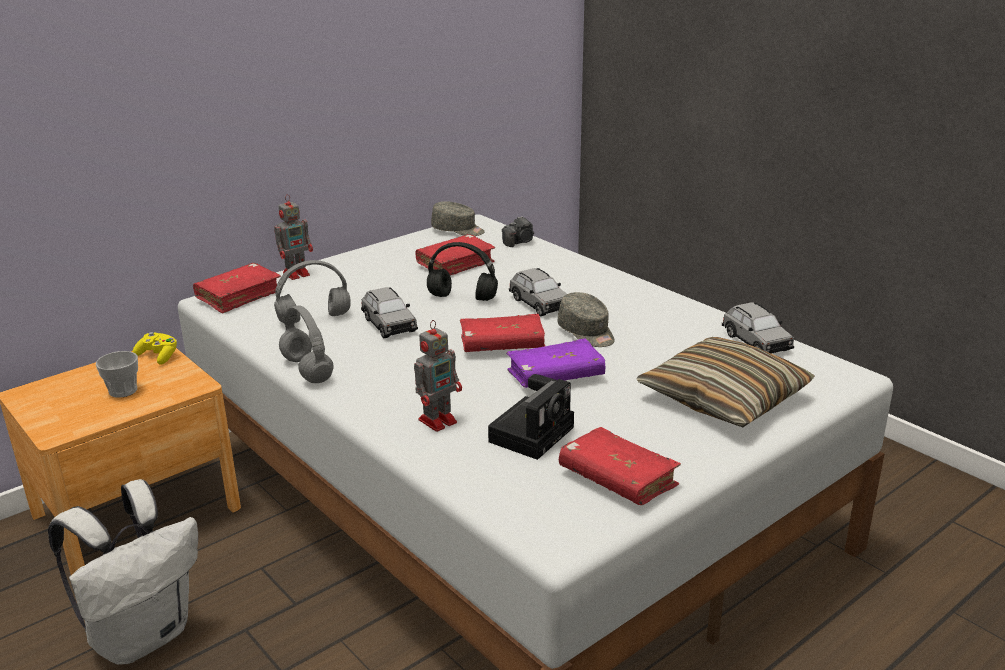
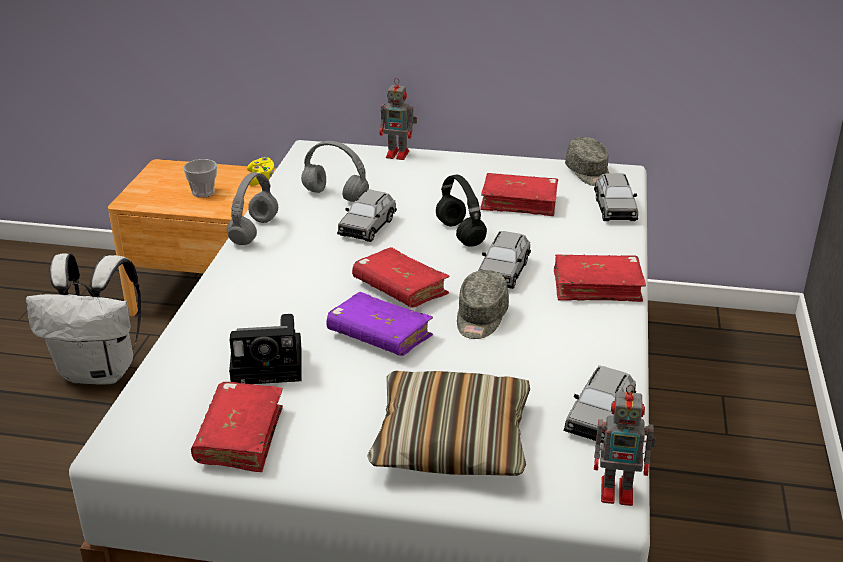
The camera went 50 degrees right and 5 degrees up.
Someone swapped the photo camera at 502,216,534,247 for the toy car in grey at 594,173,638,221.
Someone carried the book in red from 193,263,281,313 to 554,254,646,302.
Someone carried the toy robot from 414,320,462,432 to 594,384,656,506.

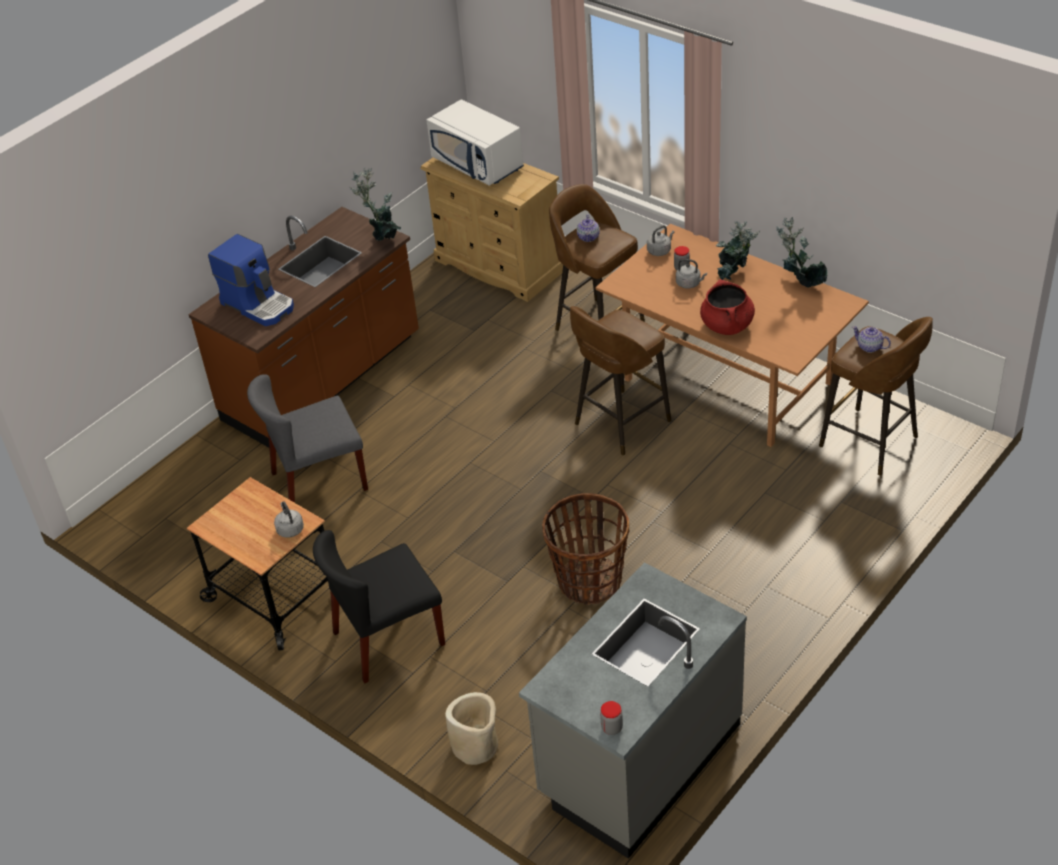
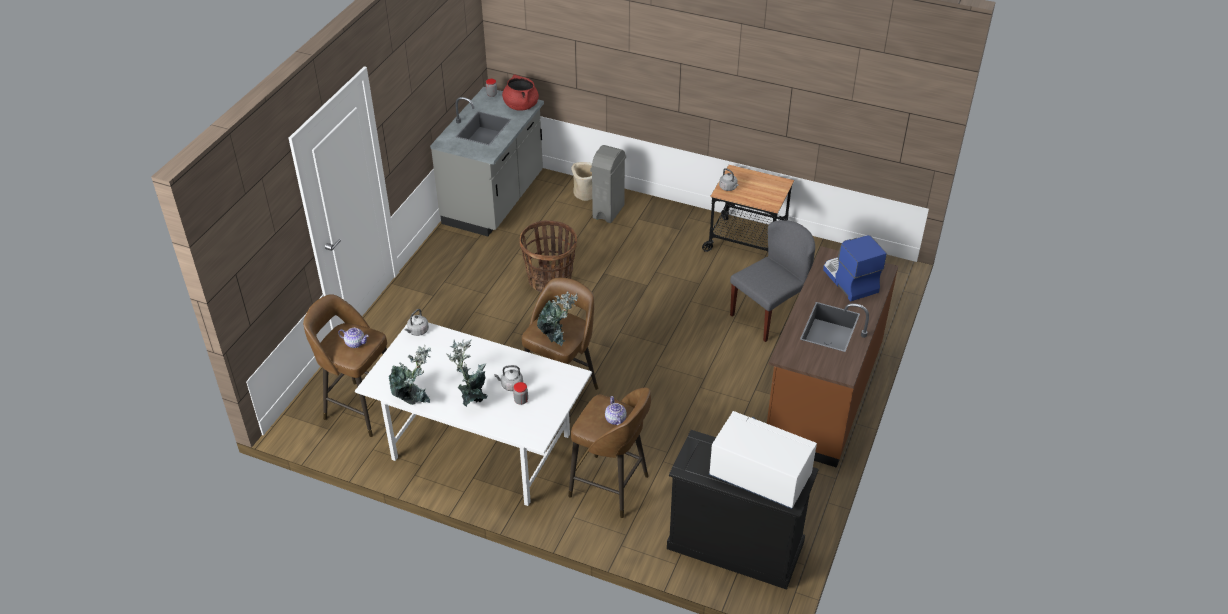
The camera went 160 degrees right and 0 degrees up.
Someone repainted the dresser in beige at 421,157,563,302, which became the dresser in black at 667,430,819,590.
Someone carried the potted plant from 349,168,401,241 to 537,291,578,346.
Someone repainted the dining table in brown at 595,224,869,447, which became the dining table in white at 355,322,592,506.
Someone carried the kettle in grey from 647,225,675,256 to 404,309,429,336.
Someone rotated the coffee machine at 208,234,294,326 by 45 degrees clockwise.
Someone carried the cooking pot in red from 700,279,755,335 to 502,74,539,111.
Someone took away the chair in black at 313,530,445,683.
Someone put down the trash can in grey at 590,145,626,223.

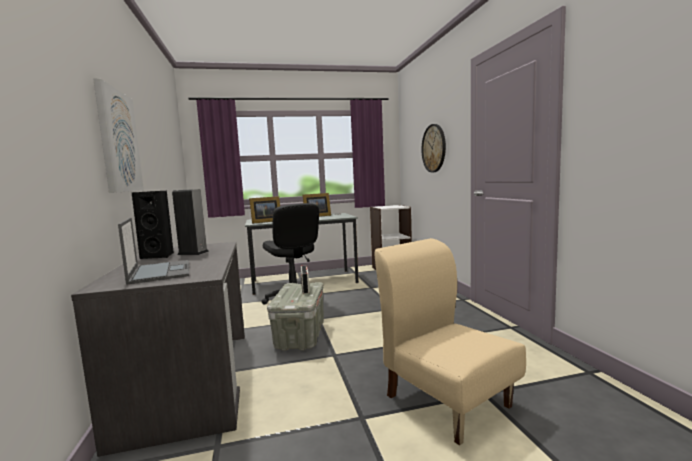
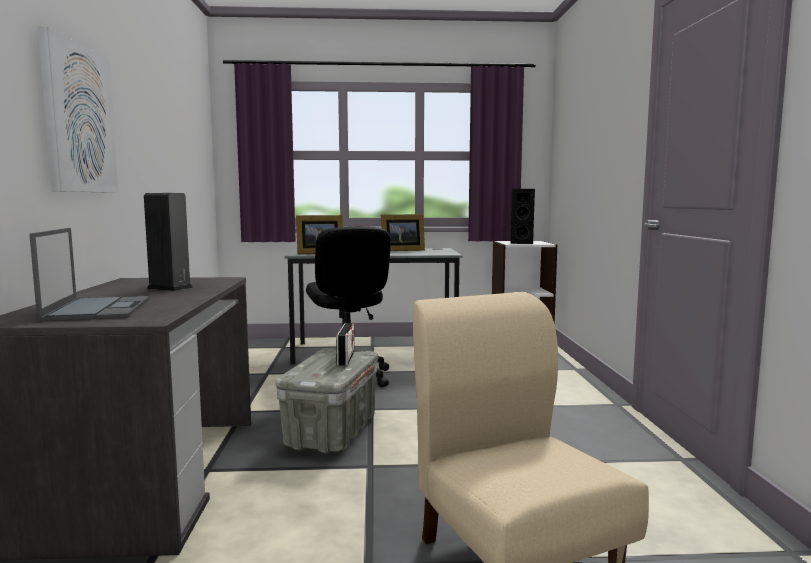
The camera went 10 degrees right and 0 degrees up.
Someone took away the wall clock at 422,124,446,172.
Someone carried the speaker in black from 131,191,174,259 to 510,189,535,244.

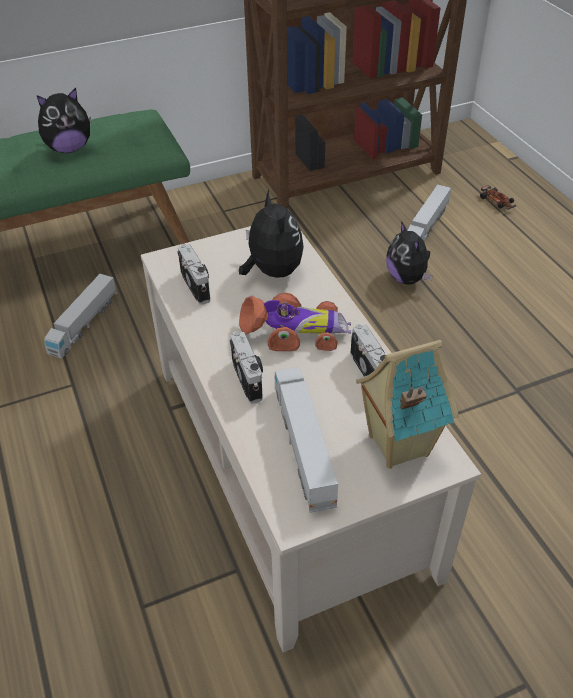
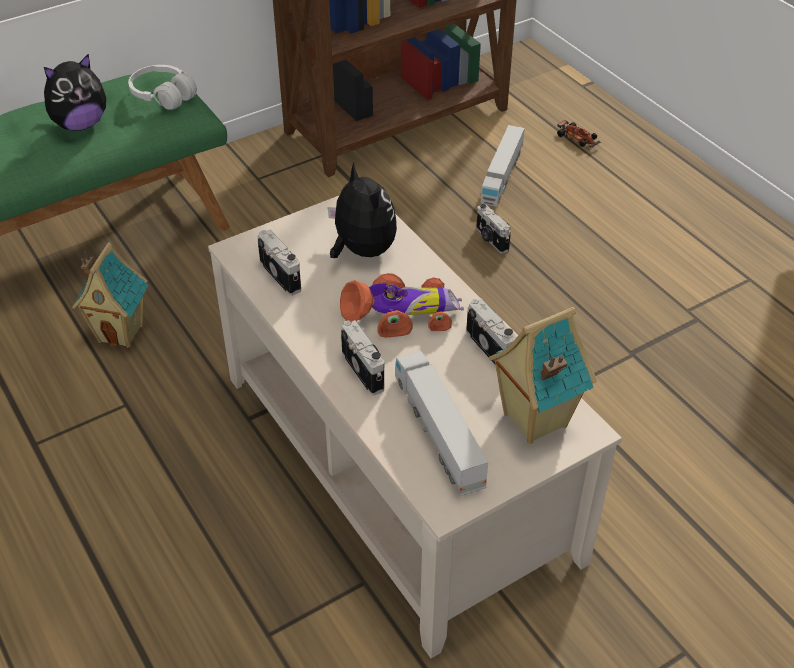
The camera went 10 degrees left and 0 degrees up.
Someone swapped the plush toy at 386,221,433,285 for the photo camera at 476,204,511,254.
Someone swapped the toy truck at 44,274,117,359 for the toy house at 72,242,149,348.
Someone put down the headphones in white at 128,65,197,110.

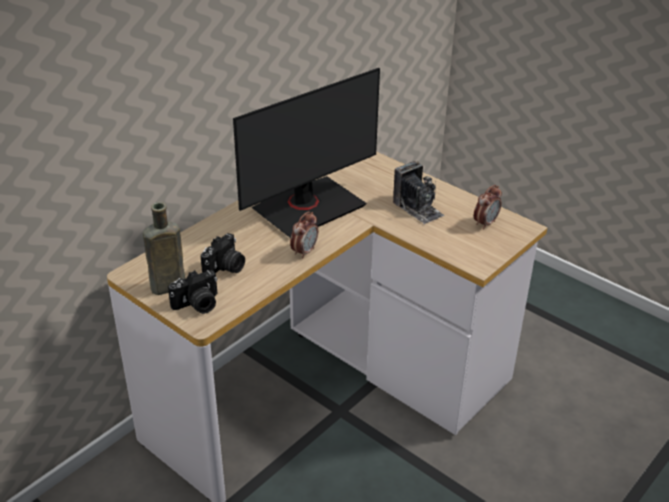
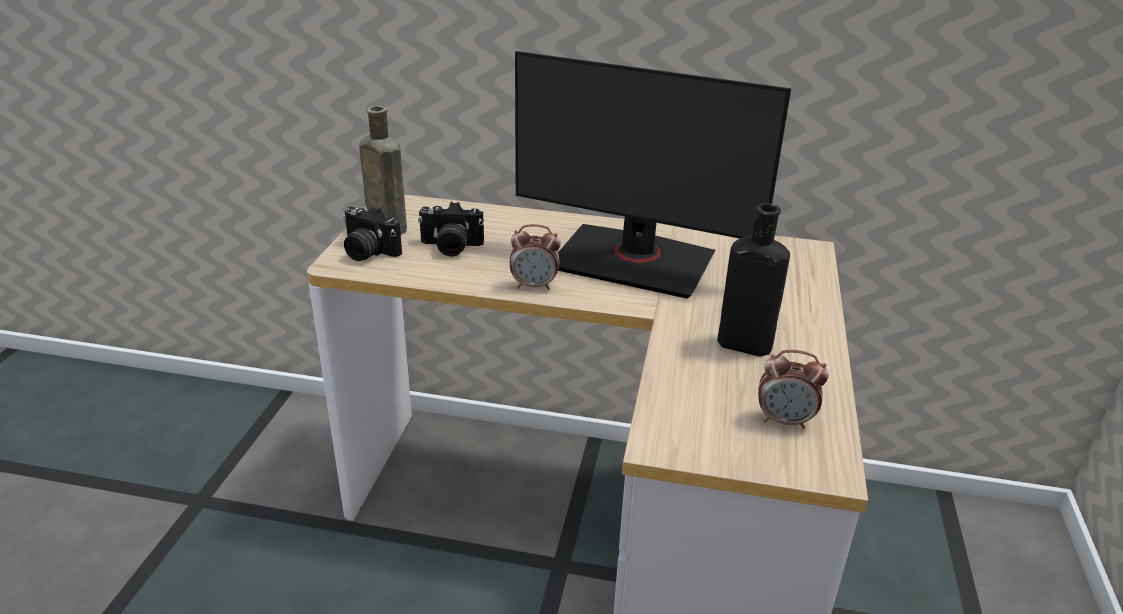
The camera went 60 degrees right and 5 degrees down.
Someone swapped the photo camera at 393,161,444,224 for the bottle in black at 717,203,790,356.

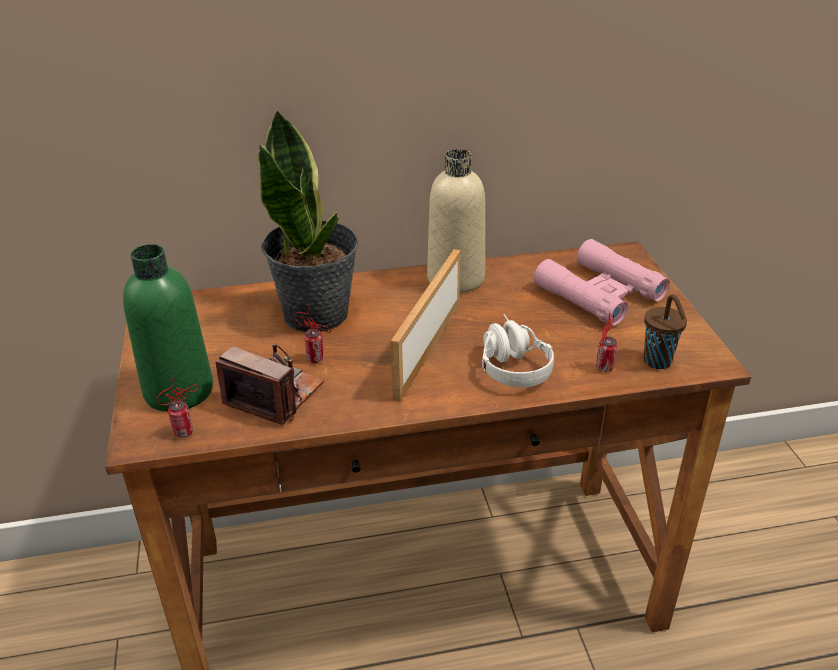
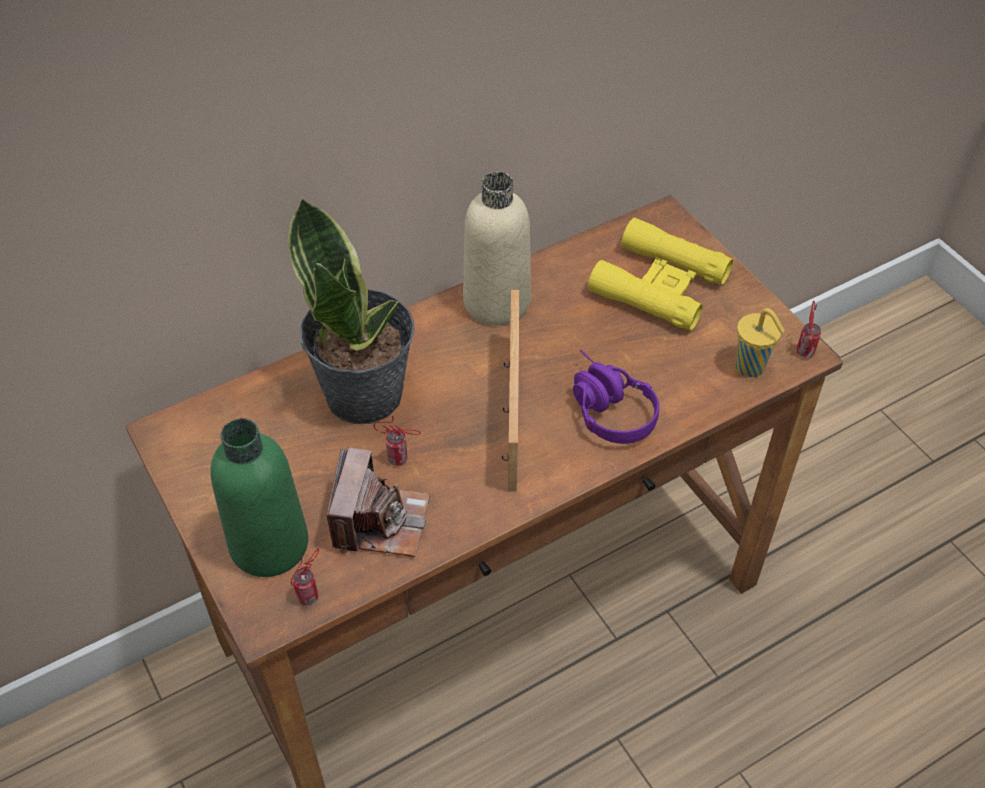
The camera went 20 degrees left and 15 degrees up.
Someone repainted the binoculars in pink at 534,239,670,326, which became the binoculars in yellow at 588,218,733,331.
Someone repainted the cup in brown at 643,294,687,369, which became the cup in yellow at 735,308,785,377.
Someone carried the can from 596,313,617,372 to 797,301,821,358.
Someone repainted the headphones in white at 482,314,554,388, which became the headphones in purple at 573,350,659,444.
Someone rotated the photo camera at 216,344,324,425 by 90 degrees clockwise.

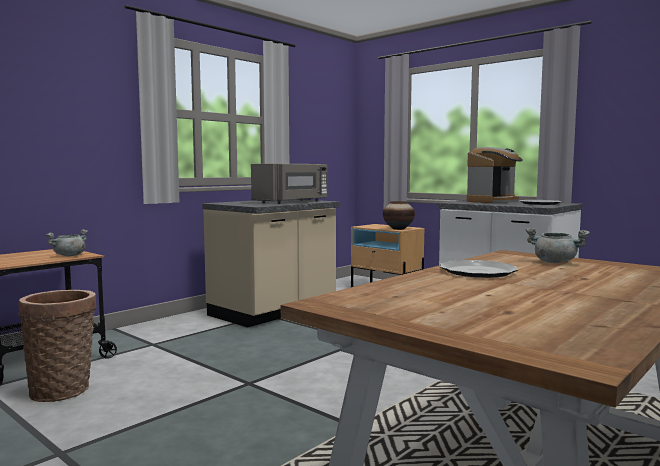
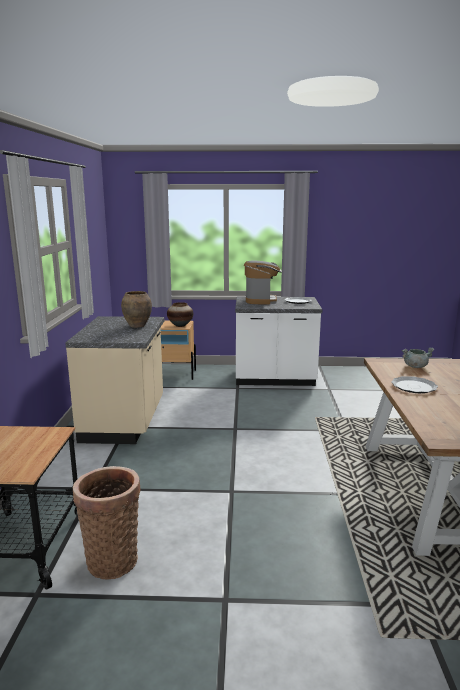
The camera went 40 degrees left and 10 degrees up.
Someone swapped the microwave in grey at 251,164,327,204 for the vase in brown at 121,291,152,328.
Someone took away the cooking pot in grey at 46,229,88,256.

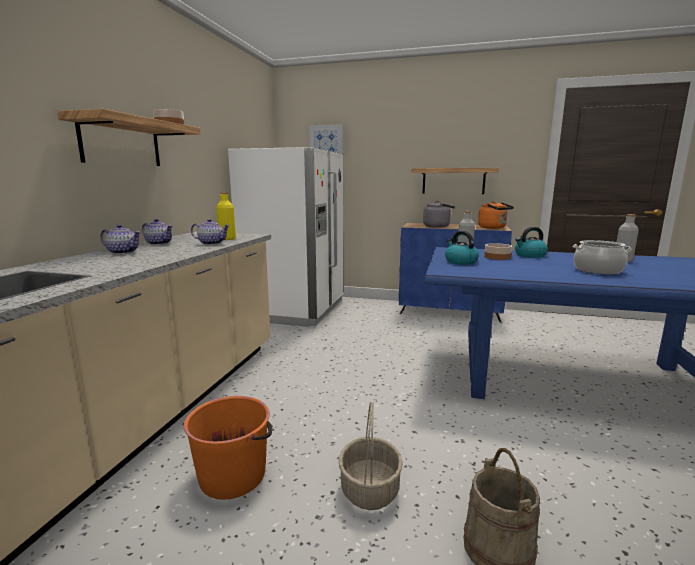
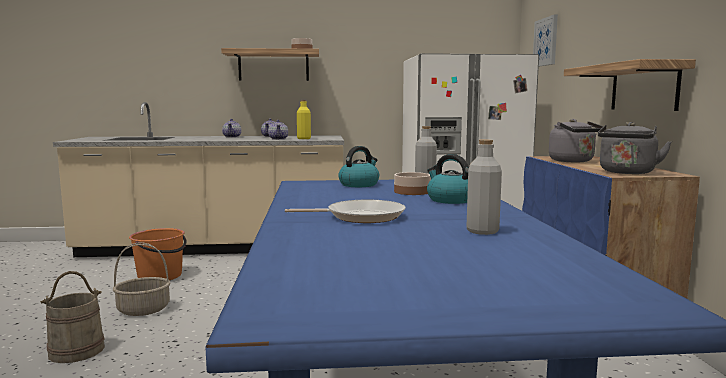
The camera went 70 degrees right and 5 degrees down.
Someone repainted the kettle in orange at 478,201,514,229, which became the kettle in grey at 598,122,672,174.
Someone swapped the cooking pot at 573,240,632,275 for the frying pan at 285,200,405,223.

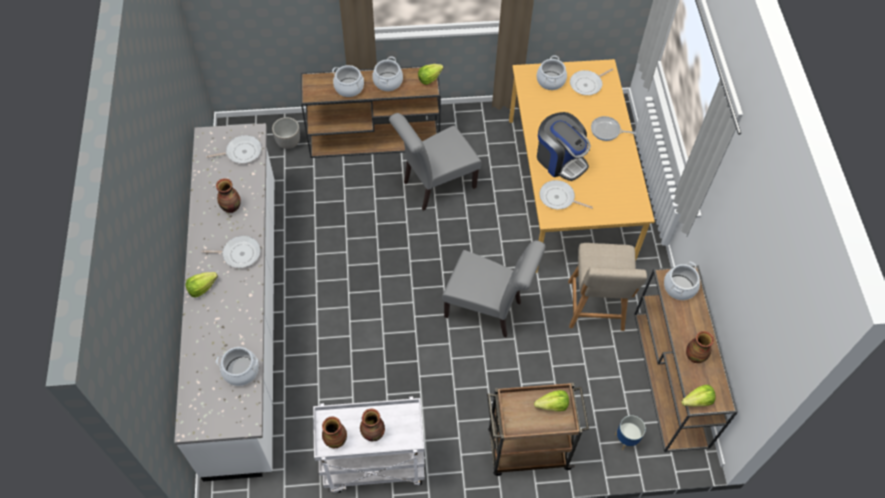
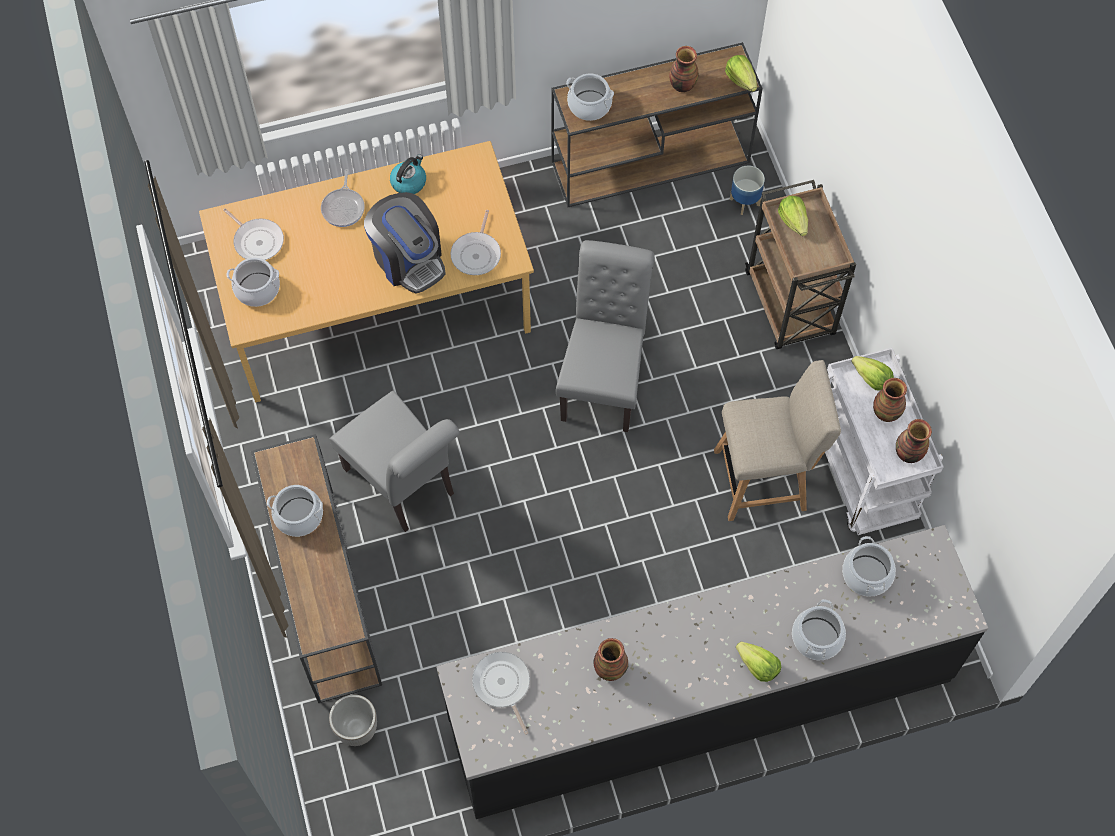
The camera went 100 degrees left and 5 degrees up.
Someone carried the lettuce from 418,64,443,85 to 851,356,894,391.
Someone carried the cooking pot from 332,65,364,97 to 792,599,846,660.
Someone rotated the coffee machine at 537,112,591,181 by 105 degrees clockwise.
Someone repainted the counter in white at 174,123,274,481, which became the counter in black at 436,525,988,819.
Someone took away the frying pan at 201,236,260,268.
Someone carried the chair in beige from 568,243,647,331 to 714,360,841,521.
Someone put down the kettle at 390,154,426,194.

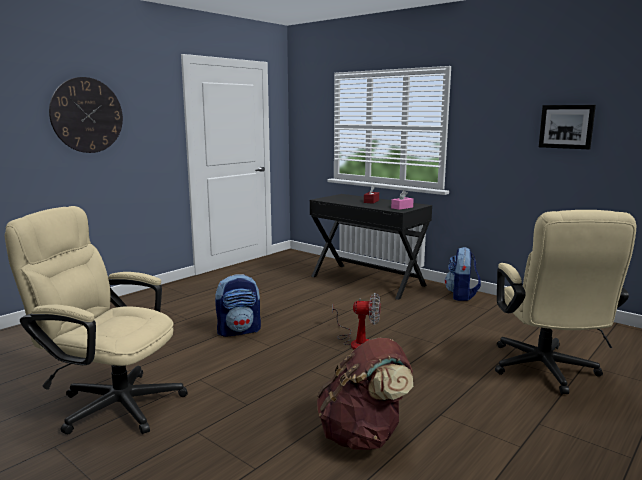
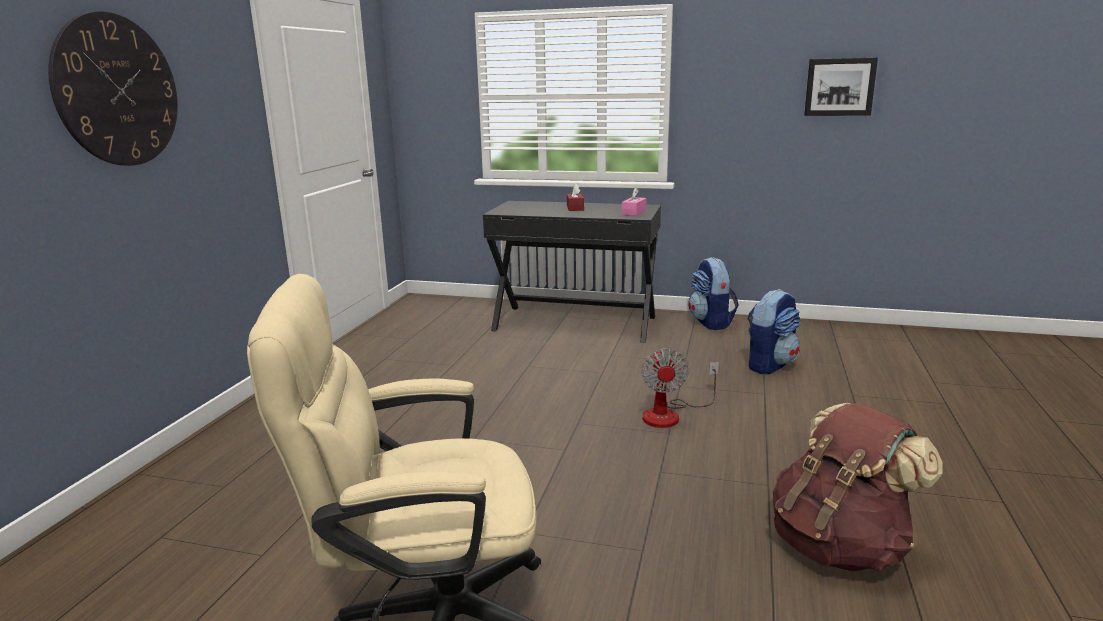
The camera went 25 degrees left and 5 degrees up.
Someone took away the office chair in beige at 495,210,636,394.
Someone carried the backpack from 215,274,261,337 to 747,289,801,374.
Someone rotated the fan at 332,293,381,349 by 105 degrees clockwise.

